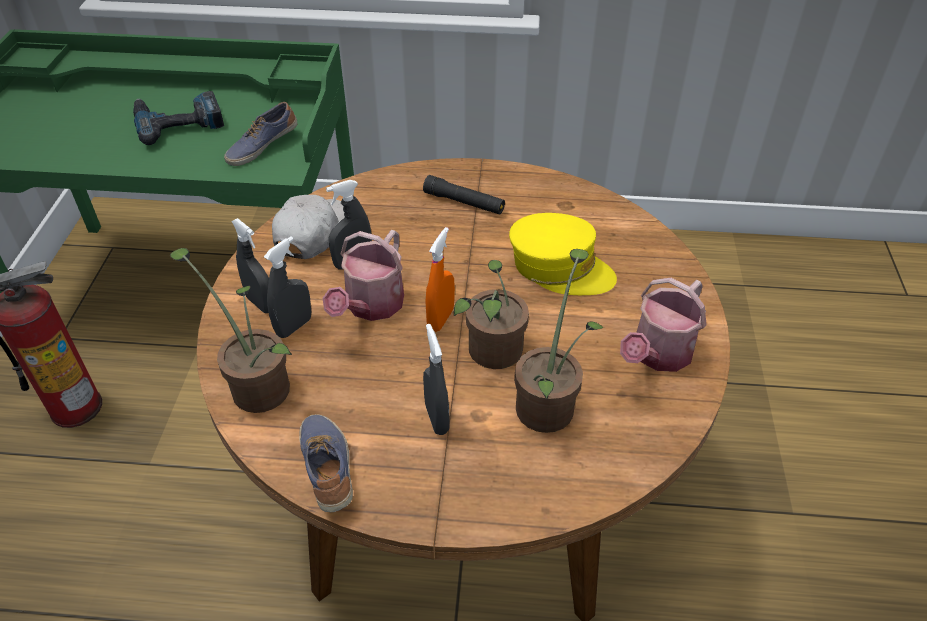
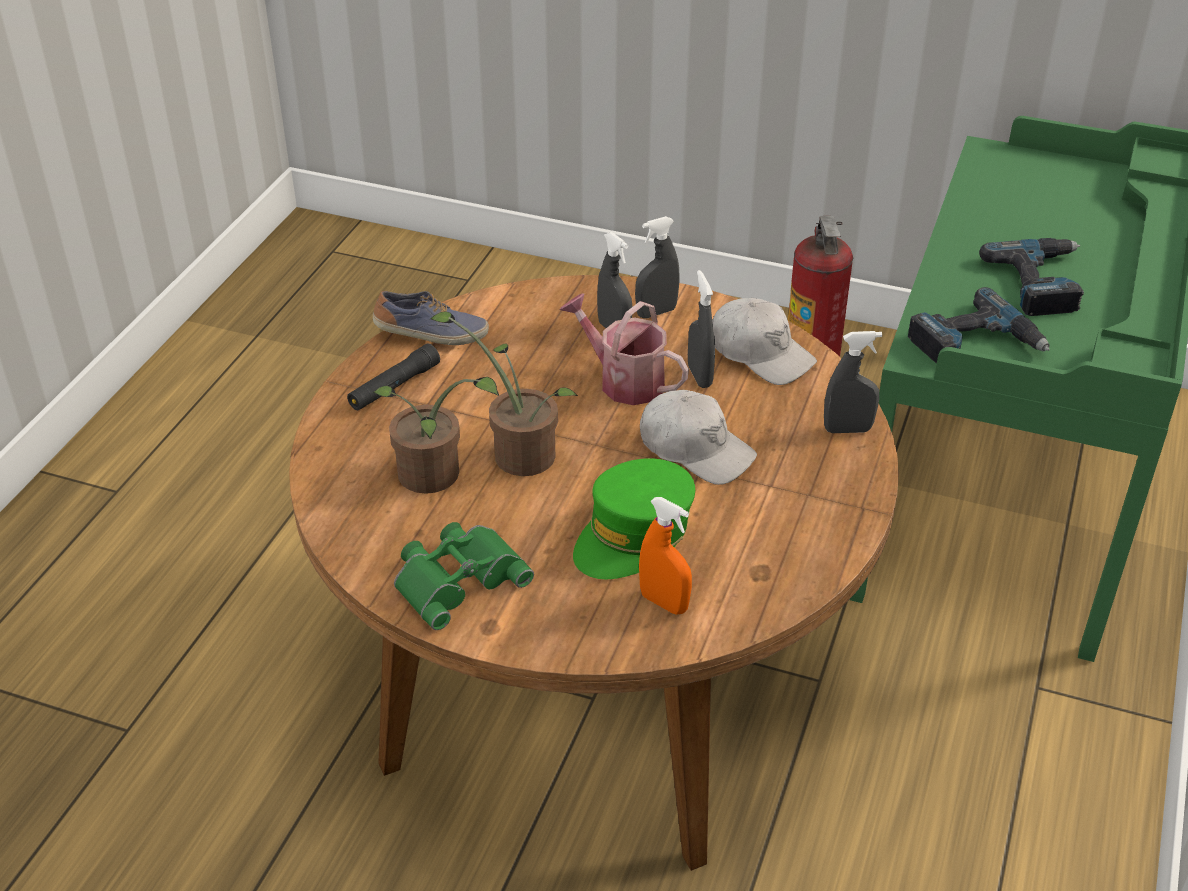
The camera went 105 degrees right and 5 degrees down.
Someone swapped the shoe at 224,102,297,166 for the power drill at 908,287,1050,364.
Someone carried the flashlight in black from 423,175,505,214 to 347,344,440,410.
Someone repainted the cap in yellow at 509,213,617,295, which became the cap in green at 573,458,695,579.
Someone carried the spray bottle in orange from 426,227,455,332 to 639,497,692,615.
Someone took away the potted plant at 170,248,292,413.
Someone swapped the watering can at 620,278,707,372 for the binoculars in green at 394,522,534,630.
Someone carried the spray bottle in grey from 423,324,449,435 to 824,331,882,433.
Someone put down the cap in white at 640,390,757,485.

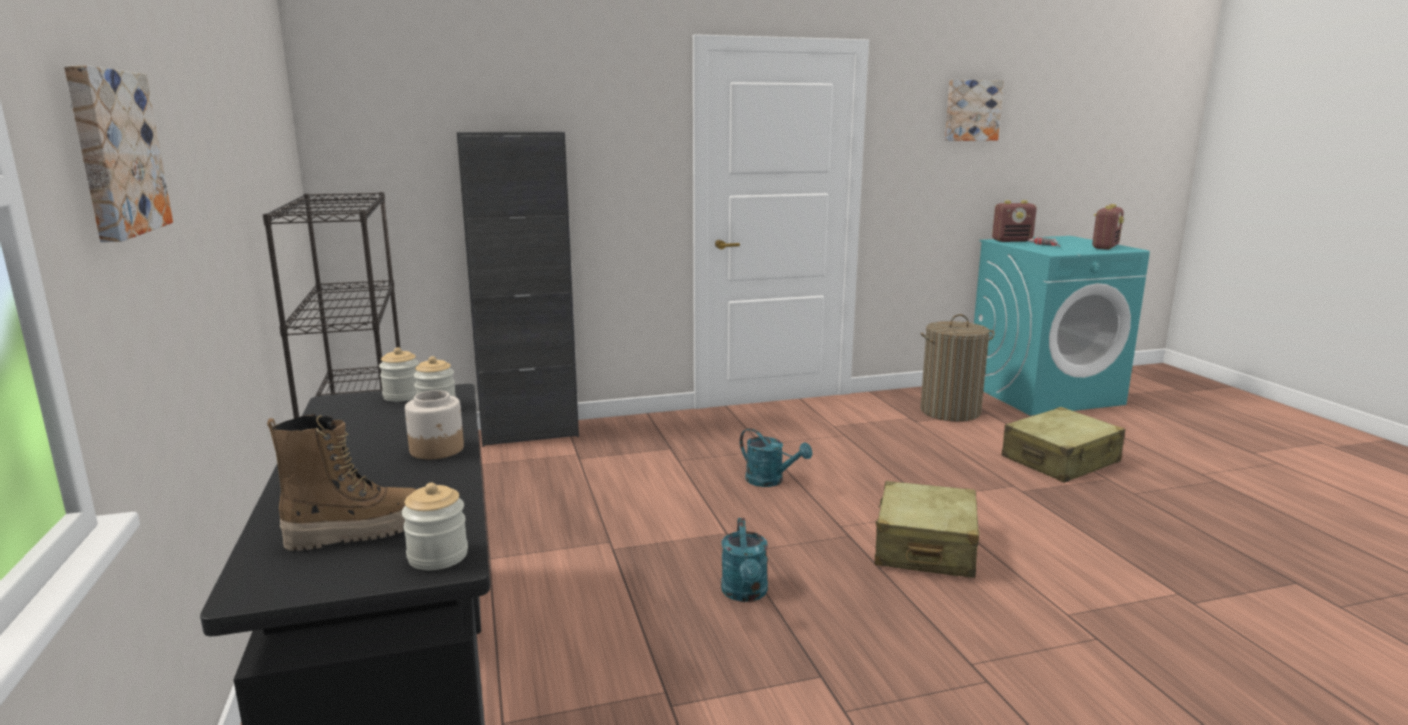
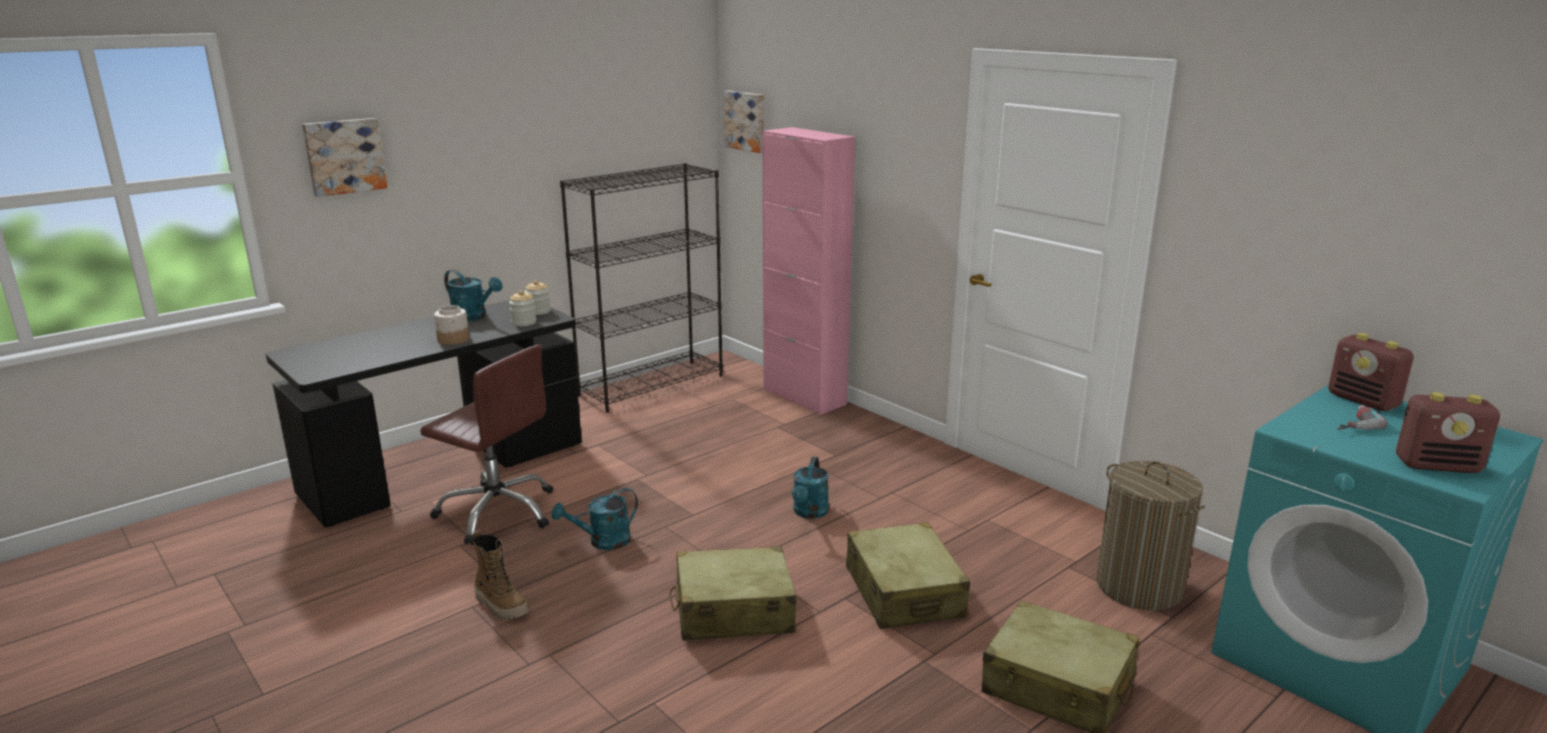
The camera went 65 degrees right and 5 degrees up.
Someone carried the picture from 945,80,1004,141 to 724,91,764,153.
Someone repainted the cabinet in black at 457,132,579,447, which became the cabinet in pink at 762,127,855,415.
Someone carried the boot from 267,414,417,551 to 473,530,528,620.
Someone took away the jar at 402,483,468,570.
Someone put down the watering can in turquoise at 444,270,503,321.
Someone put down the office chair in brown at 420,344,553,545.
Someone put down the suitcase in beige at 846,522,970,629.

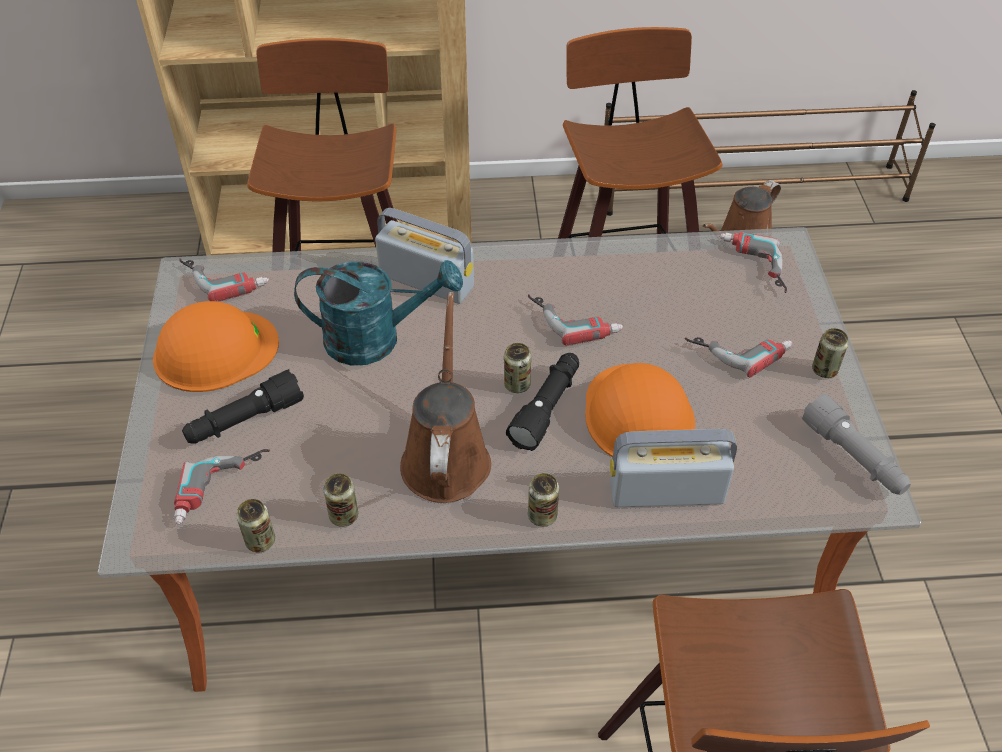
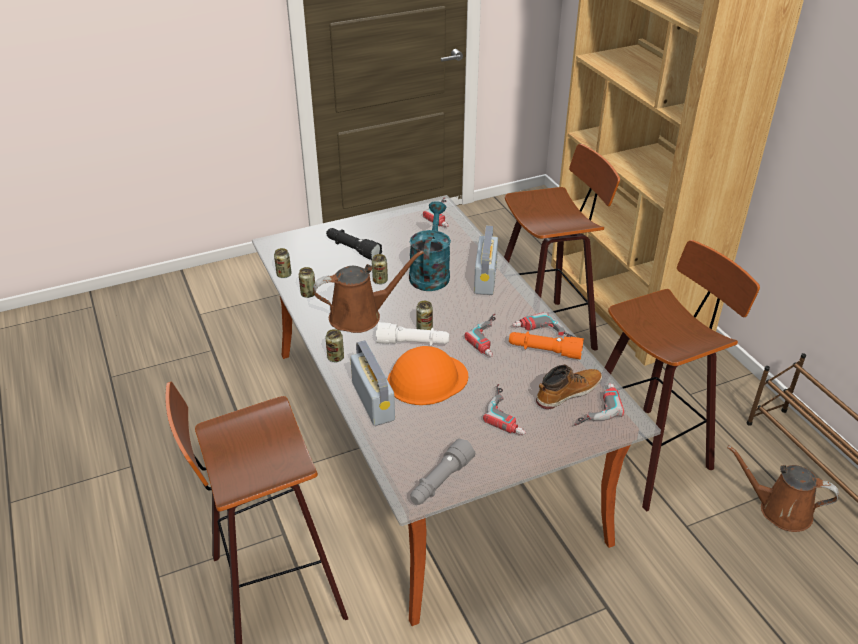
The camera went 70 degrees right and 10 degrees down.
Someone rotated the watering can in turquoise at 294,260,463,365 by 150 degrees counterclockwise.
Someone took away the hard hat in orange at 153,301,279,392.
Someone carried the can from 812,328,848,378 to 372,254,388,284.
Someone repainted the flashlight in black at 506,353,579,451, which became the flashlight in white at 376,322,449,346.
Someone carried the power drill from 174,449,270,525 to 512,312,574,337.
Someone put down the flashlight in orange at 509,331,584,359.
Someone put down the boot at 536,364,602,409.

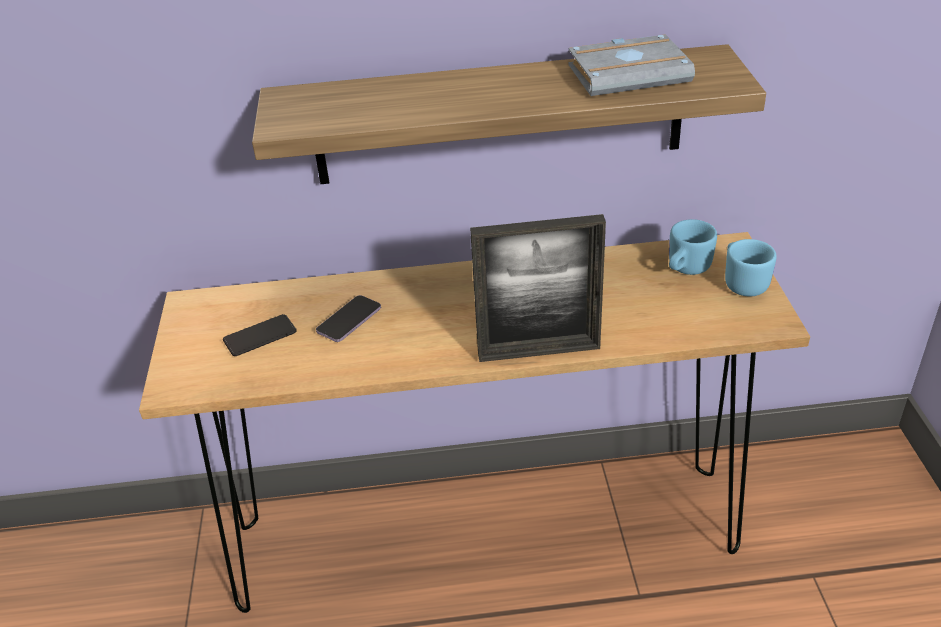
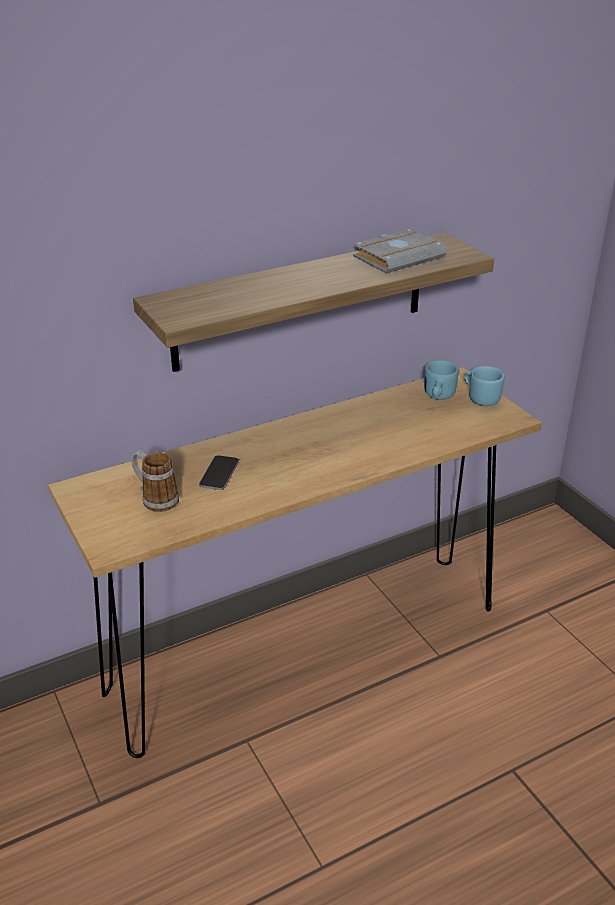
The camera went 25 degrees left and 5 degrees down.
Someone took away the picture frame at 470,214,606,362.
Someone swapped the phone at 223,314,297,356 for the mug at 131,450,179,512.

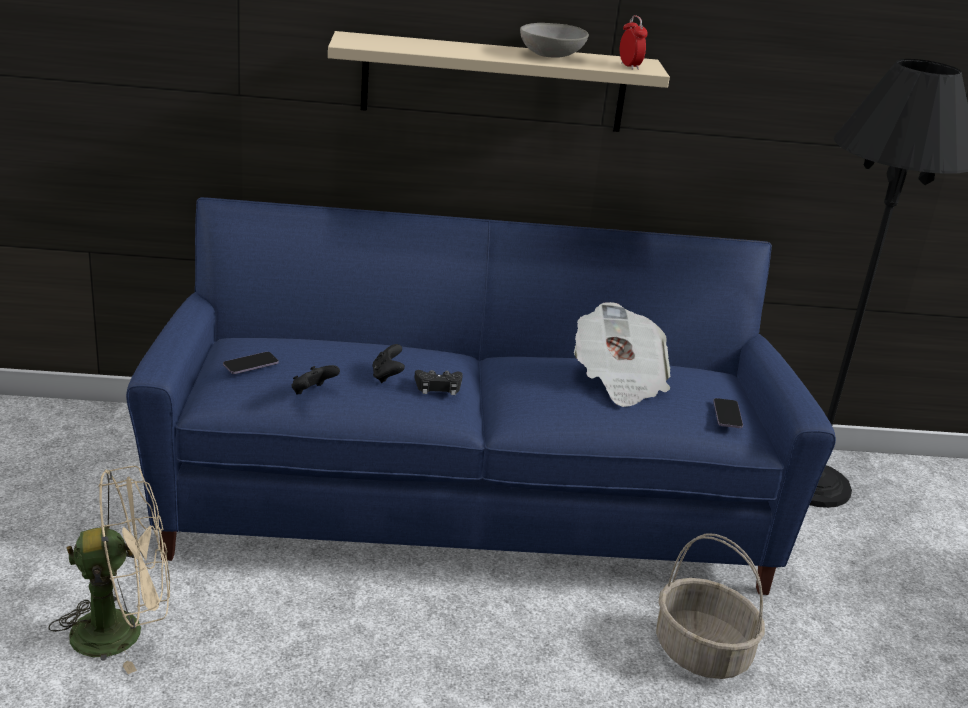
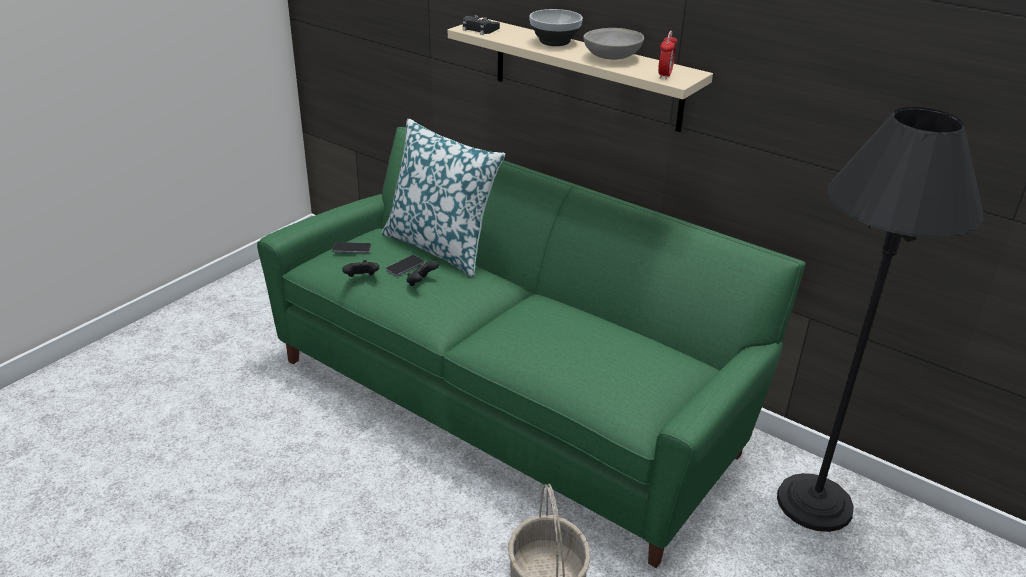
The camera went 40 degrees right and 5 degrees up.
Someone repainted the sofa in blue at 126,197,836,595, which became the sofa in green at 257,127,806,568.
Someone took away the newspaper at 574,302,670,407.
Someone carried the game controller in black from 414,370,463,395 to 463,15,500,35.
Someone carried the phone from 713,398,743,428 to 386,255,424,276.
Someone took away the fan in beige at 49,466,170,674.
Someone put down the bowl at 529,9,583,46.
Someone put down the pillow at 381,118,505,278.

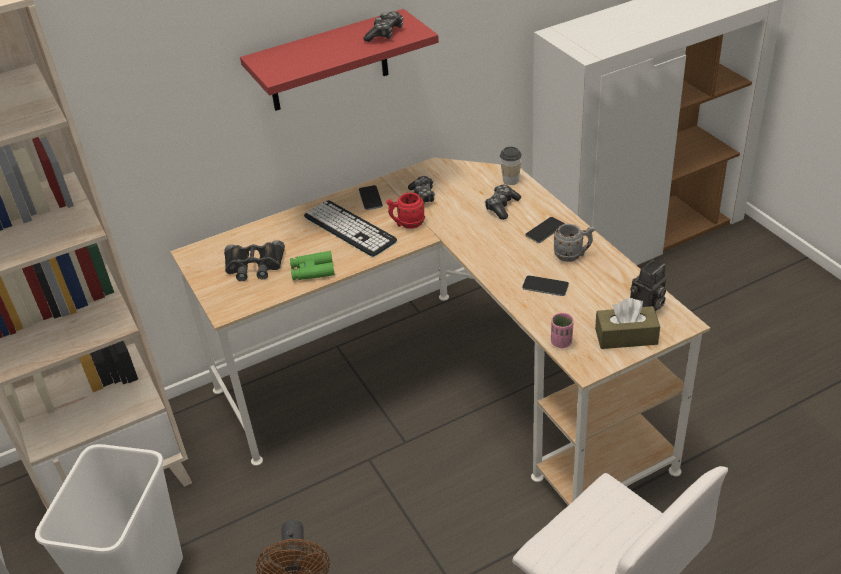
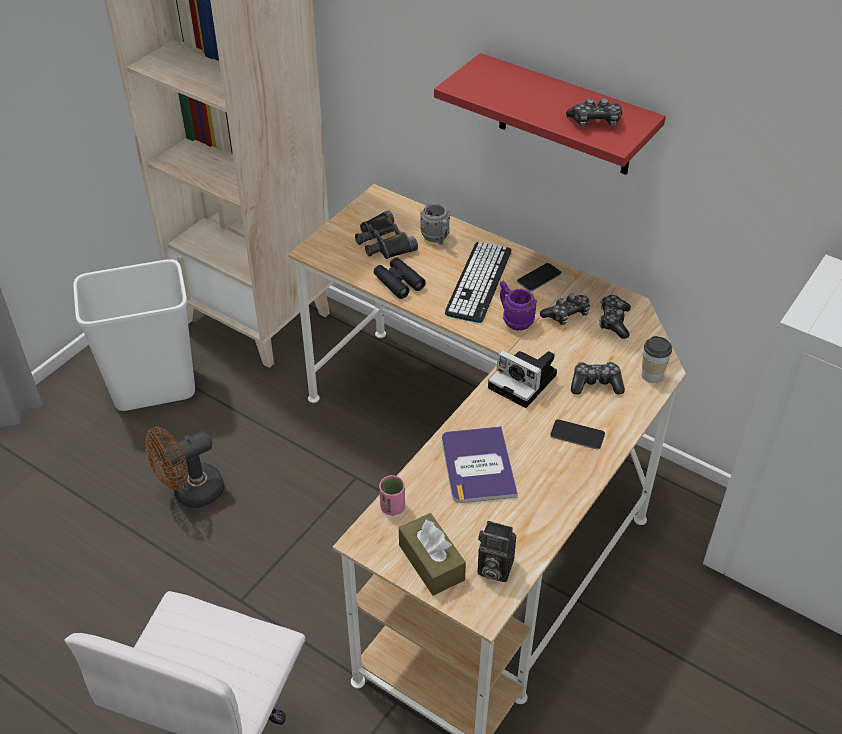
The camera went 60 degrees right and 5 degrees up.
Someone repainted the mug in red at 386,192,425,229, which became the mug in purple at 500,281,537,331.
Someone carried the mug in grey from 554,224,595,262 to 420,204,450,245.
Someone repainted the binoculars in green at 290,251,335,281, which became the binoculars in black at 374,257,426,299.
Someone swapped the phone at 522,275,569,296 for the book at 442,426,518,503.
Someone put down the game controller at 599,295,631,339.
Someone put down the photo camera at 488,350,557,408.

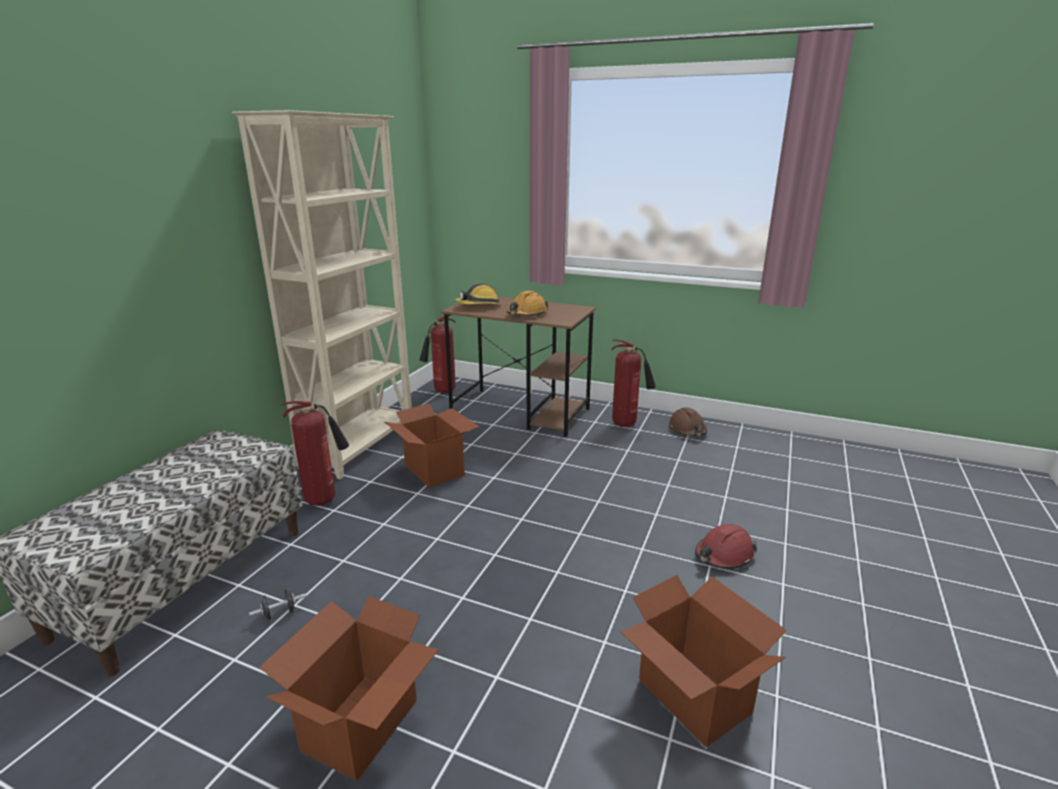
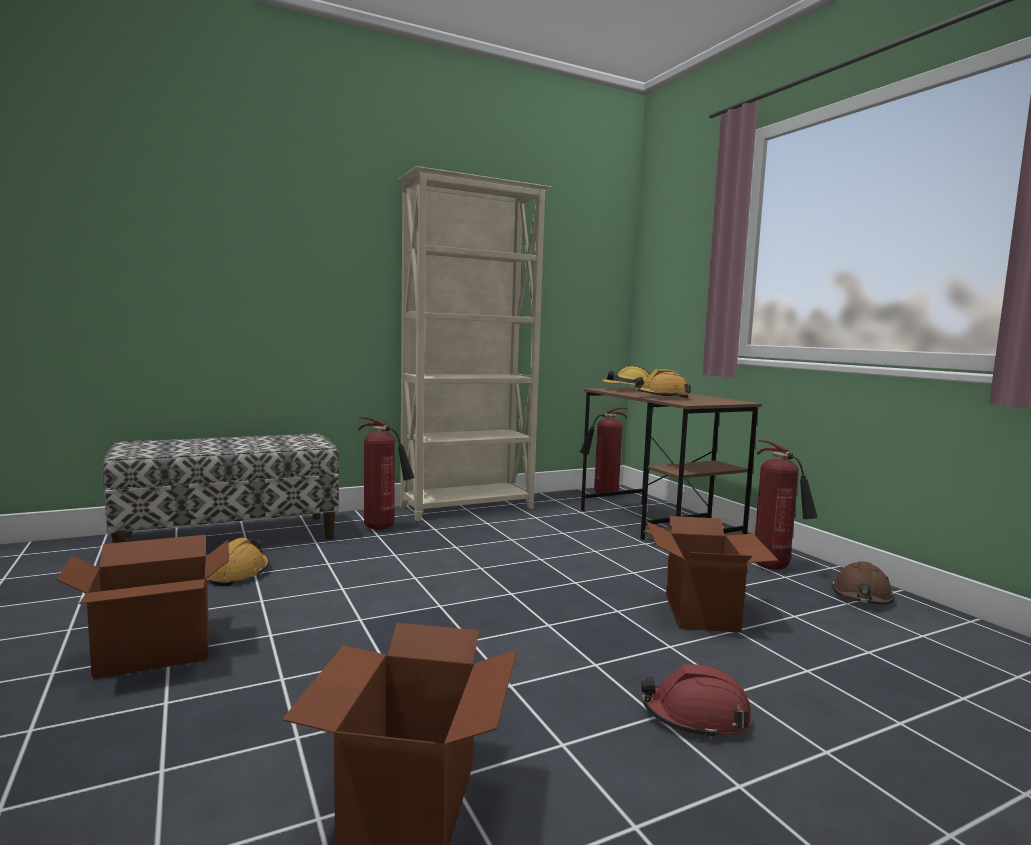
The camera went 40 degrees right and 15 degrees down.
Someone carried the cardboard box from 385,403,479,488 to 646,516,779,633.
Someone swapped the dumbbell in black at 249,588,306,620 for the hard hat in orange at 207,538,270,586.

